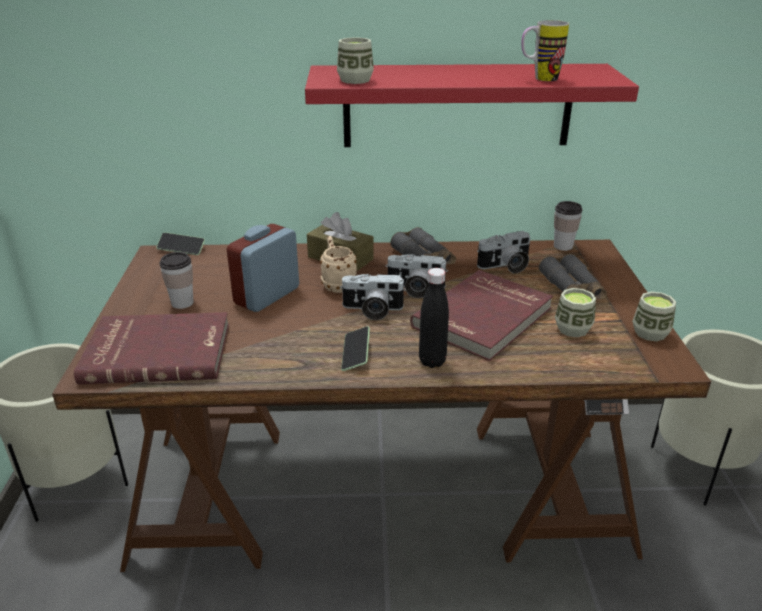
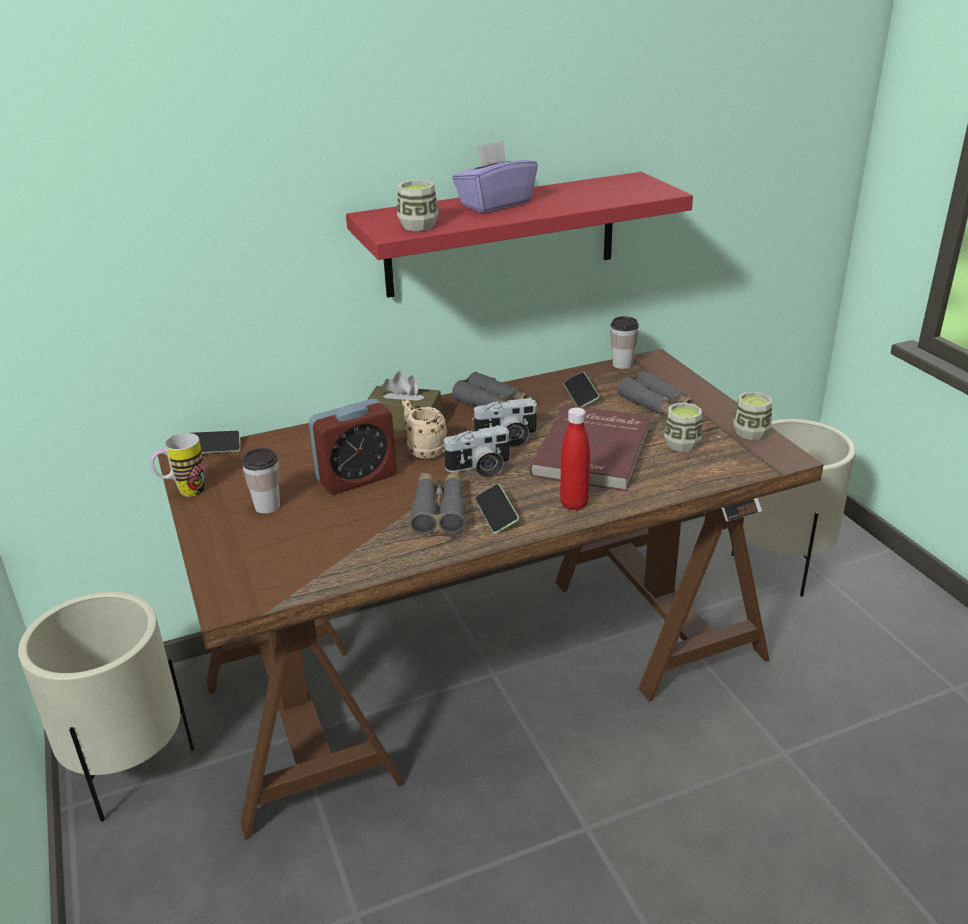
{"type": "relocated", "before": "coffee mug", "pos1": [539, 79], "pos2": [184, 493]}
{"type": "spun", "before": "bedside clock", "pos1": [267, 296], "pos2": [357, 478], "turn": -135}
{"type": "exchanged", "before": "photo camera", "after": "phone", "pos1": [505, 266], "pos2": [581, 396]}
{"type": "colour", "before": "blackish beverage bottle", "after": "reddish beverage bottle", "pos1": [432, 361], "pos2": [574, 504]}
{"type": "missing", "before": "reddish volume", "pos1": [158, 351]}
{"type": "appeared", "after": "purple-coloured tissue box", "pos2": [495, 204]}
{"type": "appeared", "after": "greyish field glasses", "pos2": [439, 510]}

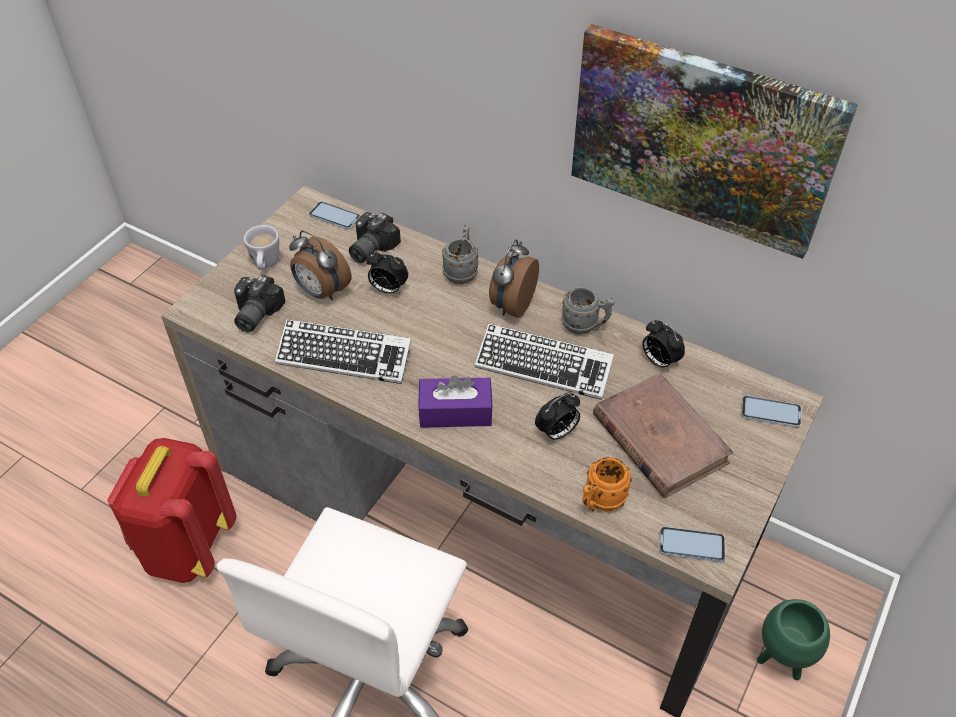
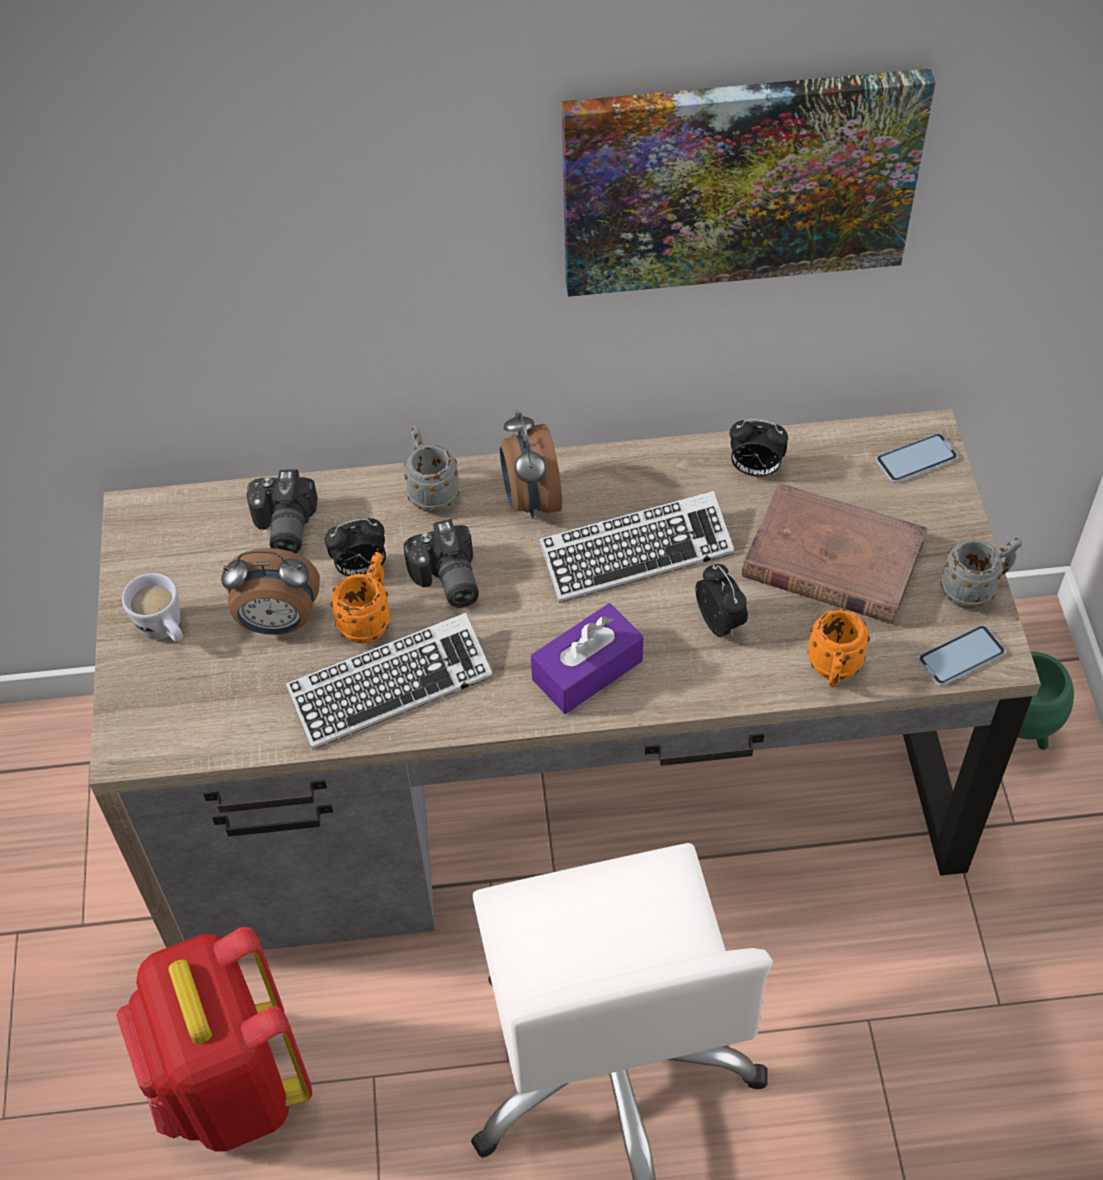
{"type": "missing", "before": "phone", "pos1": [334, 216]}
{"type": "relocated", "before": "photo camera", "pos1": [253, 314], "pos2": [446, 581]}
{"type": "relocated", "before": "greyish coffee mug", "pos1": [585, 326], "pos2": [975, 590]}
{"type": "spun", "before": "bedside clock", "pos1": [556, 433], "pos2": [720, 623], "turn": -45}
{"type": "appeared", "after": "orange coffee mug", "pos2": [369, 619]}

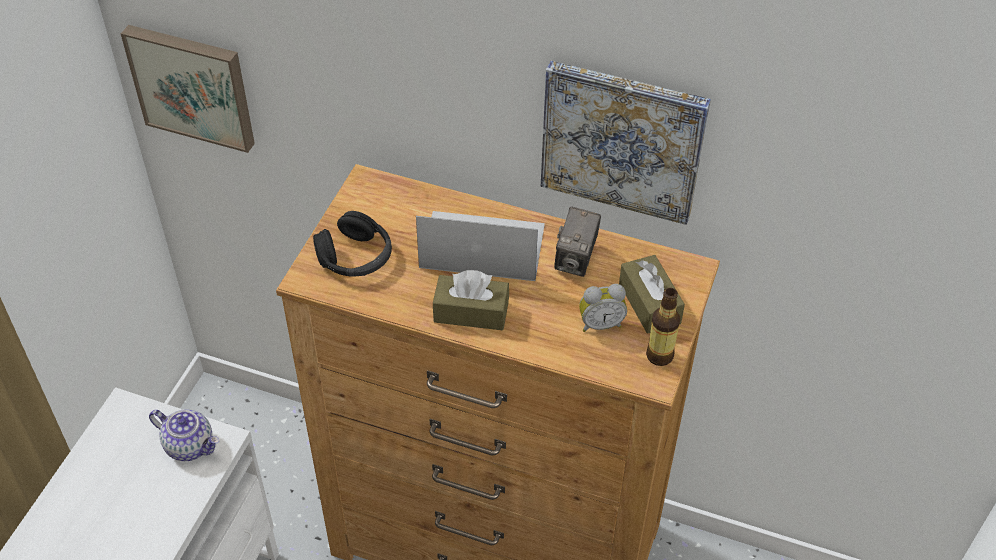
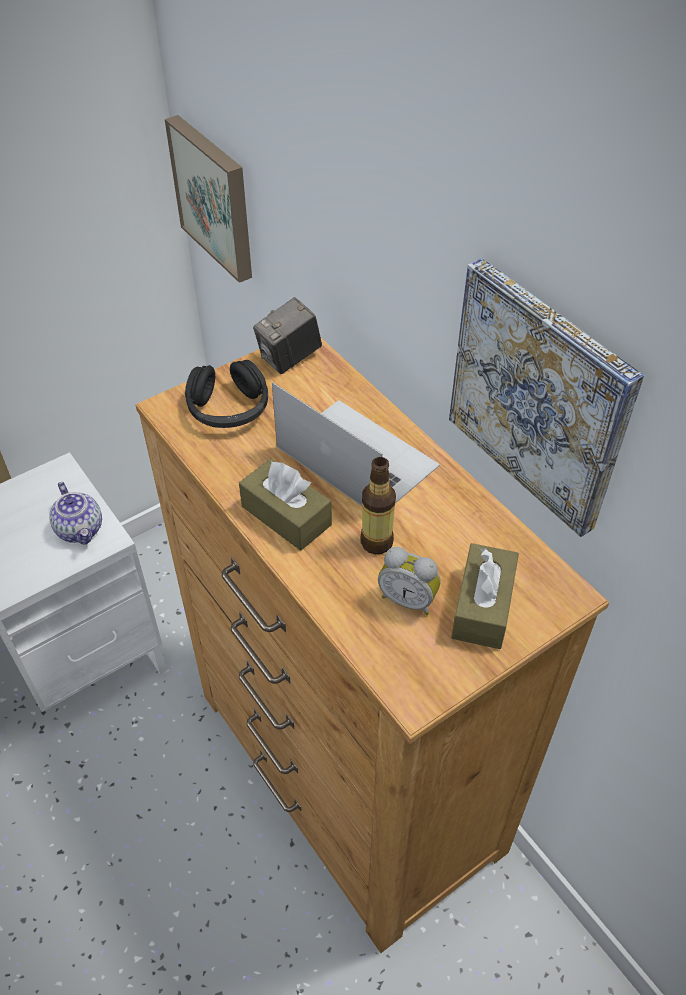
{"type": "relocated", "before": "photo camera", "pos1": [575, 260], "pos2": [289, 358]}
{"type": "relocated", "before": "beverage bottle", "pos1": [659, 355], "pos2": [376, 542]}

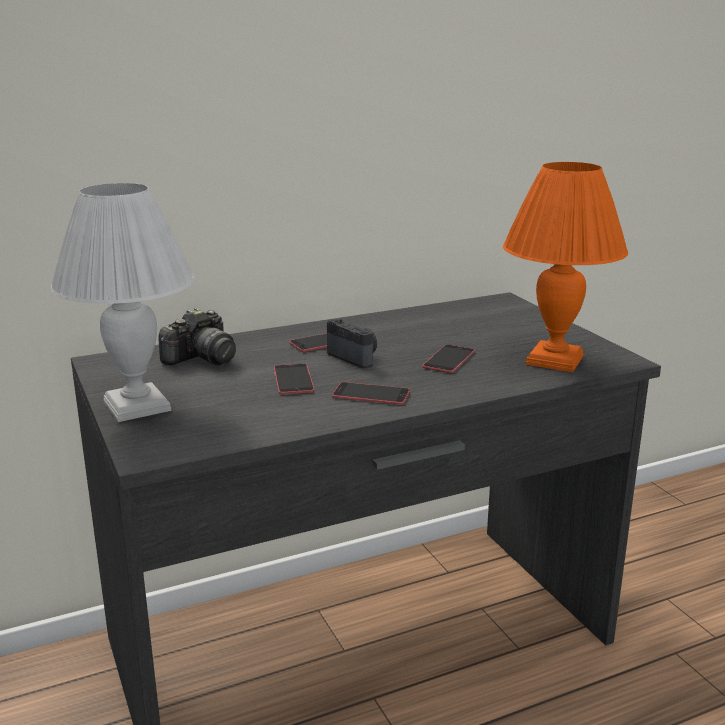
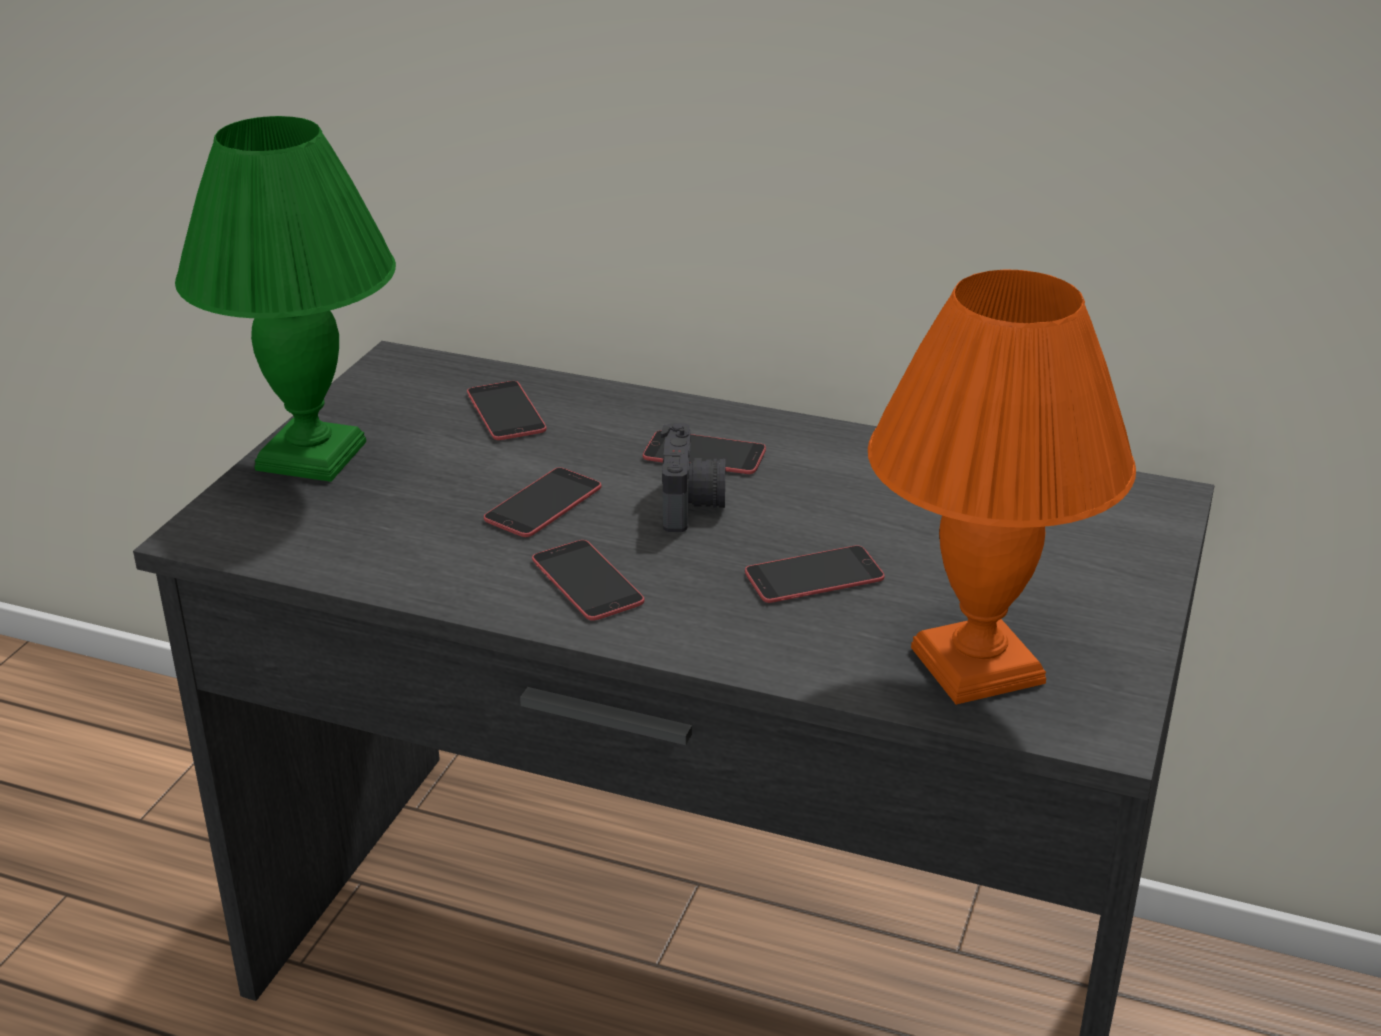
{"type": "colour", "before": "whitish table lamp", "after": "green-coloured table lamp", "pos1": [135, 407], "pos2": [308, 456]}
{"type": "exchanged", "before": "photo camera", "after": "phone", "pos1": [201, 358], "pos2": [506, 411]}

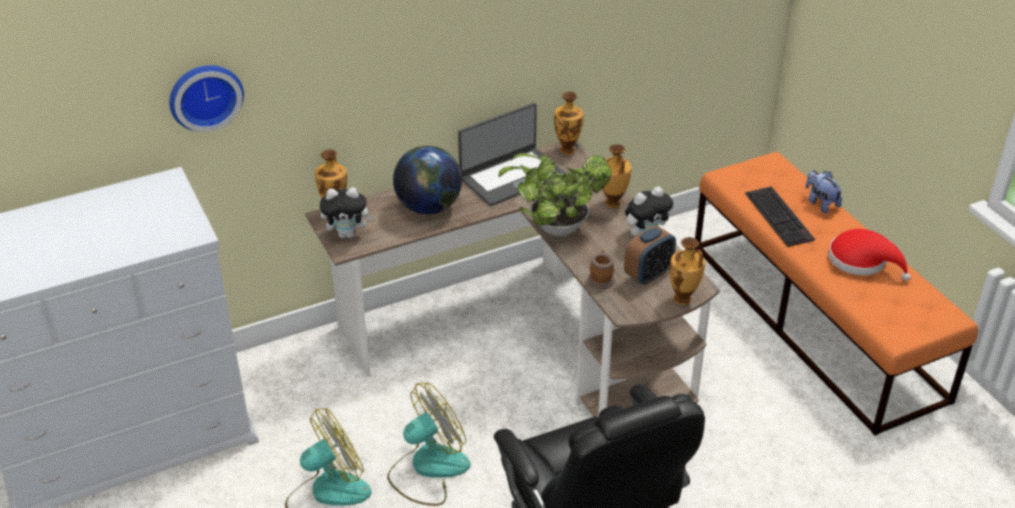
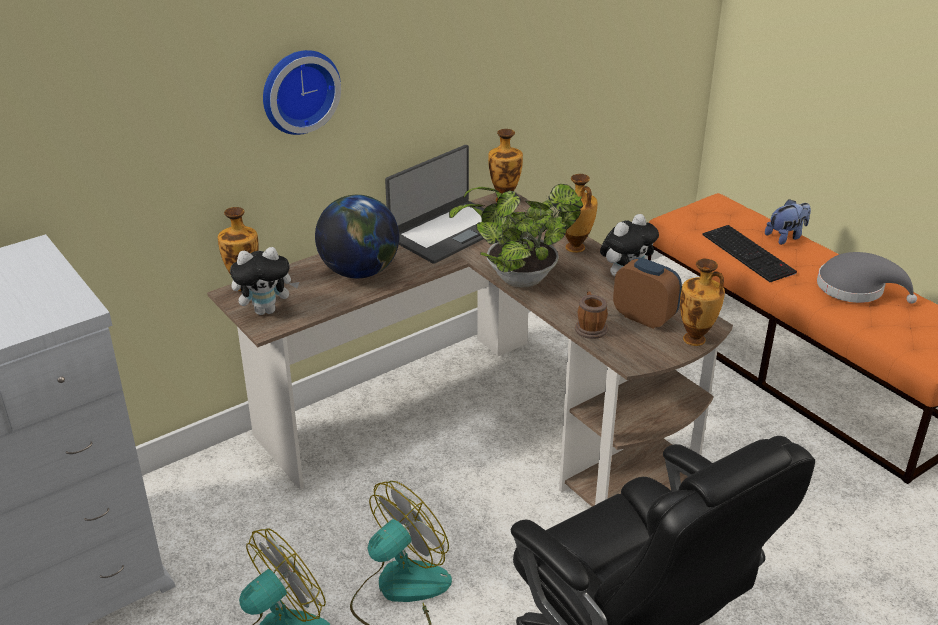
{"type": "relocated", "before": "hanging clock", "pos1": [205, 95], "pos2": [298, 90]}
{"type": "spun", "before": "cuddly toy", "pos1": [820, 203], "pos2": [786, 237], "turn": 105}
{"type": "spun", "before": "bedside clock", "pos1": [648, 275], "pos2": [644, 318], "turn": -90}
{"type": "colour", "before": "reddish hat", "after": "greyish hat", "pos1": [862, 261], "pos2": [856, 289]}

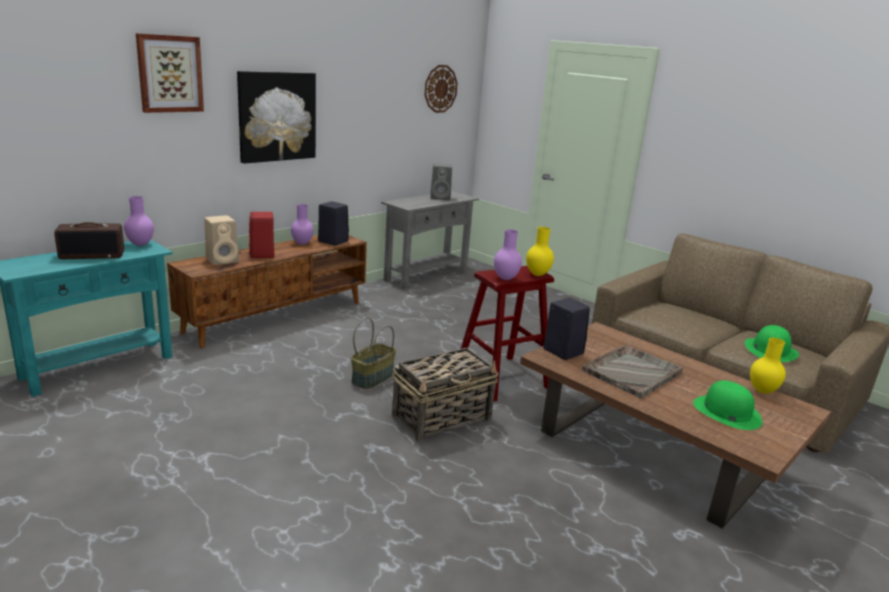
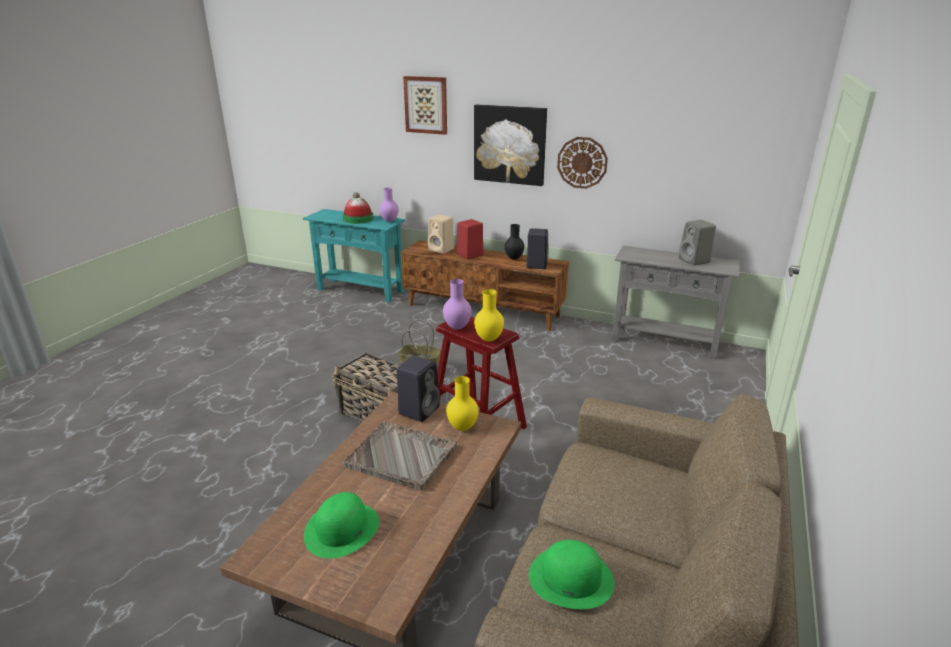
{"type": "relocated", "before": "hanging clock", "pos1": [440, 88], "pos2": [582, 162]}
{"type": "colour", "before": "purple-coloured flower vase", "after": "blackish flower vase", "pos1": [301, 243], "pos2": [514, 258]}
{"type": "exchanged", "before": "radio set", "after": "hat", "pos1": [93, 255], "pos2": [358, 219]}
{"type": "relocated", "before": "yellow flower vase", "pos1": [763, 391], "pos2": [462, 428]}

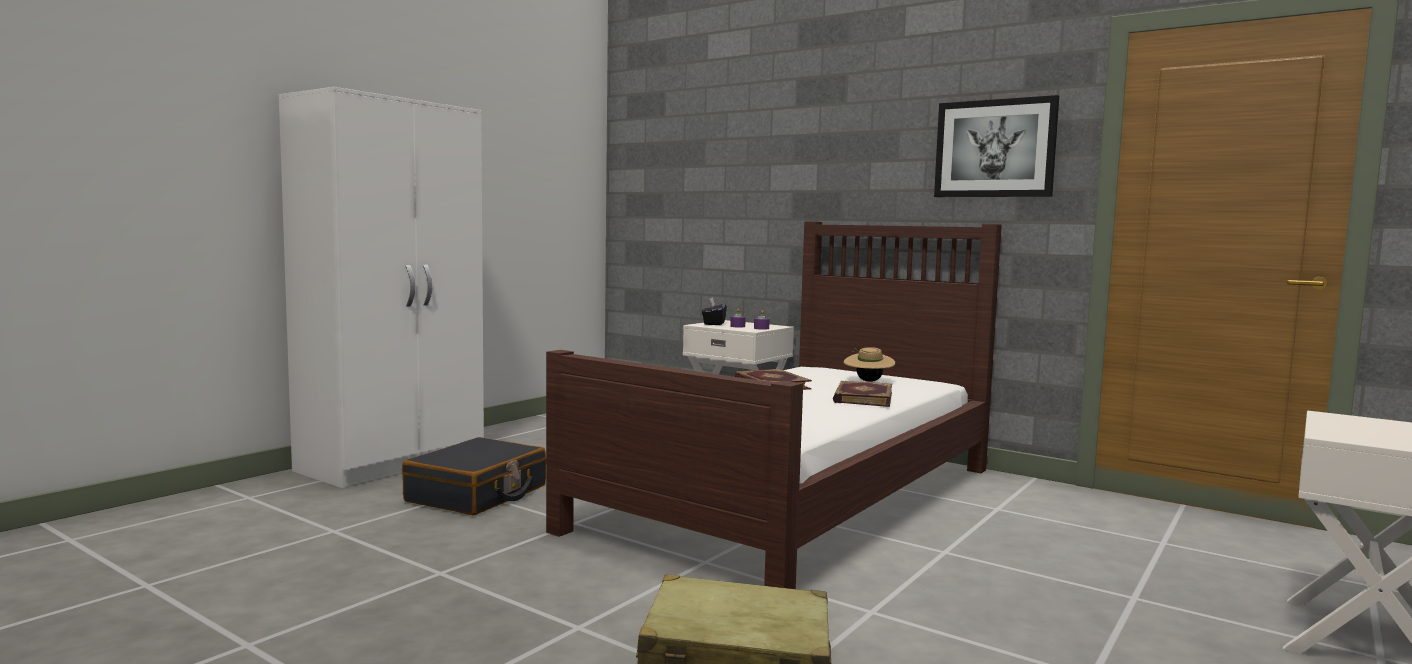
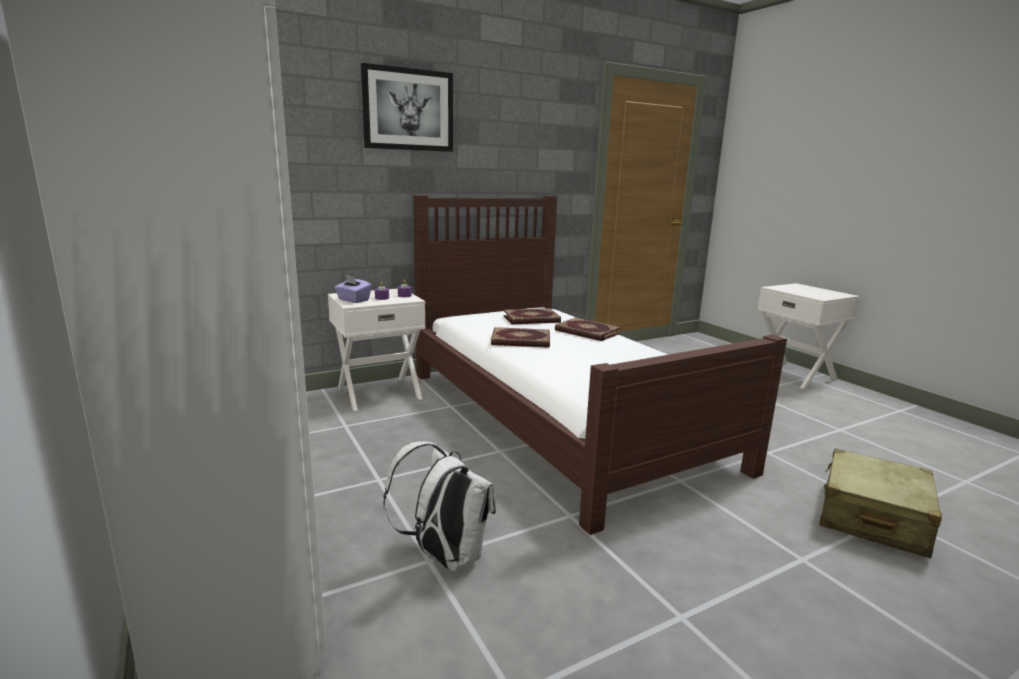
{"type": "relocated", "before": "wall art", "pos1": [995, 148], "pos2": [408, 110]}
{"type": "colour", "before": "blackish tissue box", "after": "purple-coloured tissue box", "pos1": [713, 324], "pos2": [353, 300]}
{"type": "exchanged", "before": "beige-coloured hat", "after": "volume", "pos1": [868, 381], "pos2": [531, 319]}
{"type": "exchanged", "before": "blackish piece of luggage", "after": "whitish rucksack", "pos1": [477, 494], "pos2": [444, 556]}

